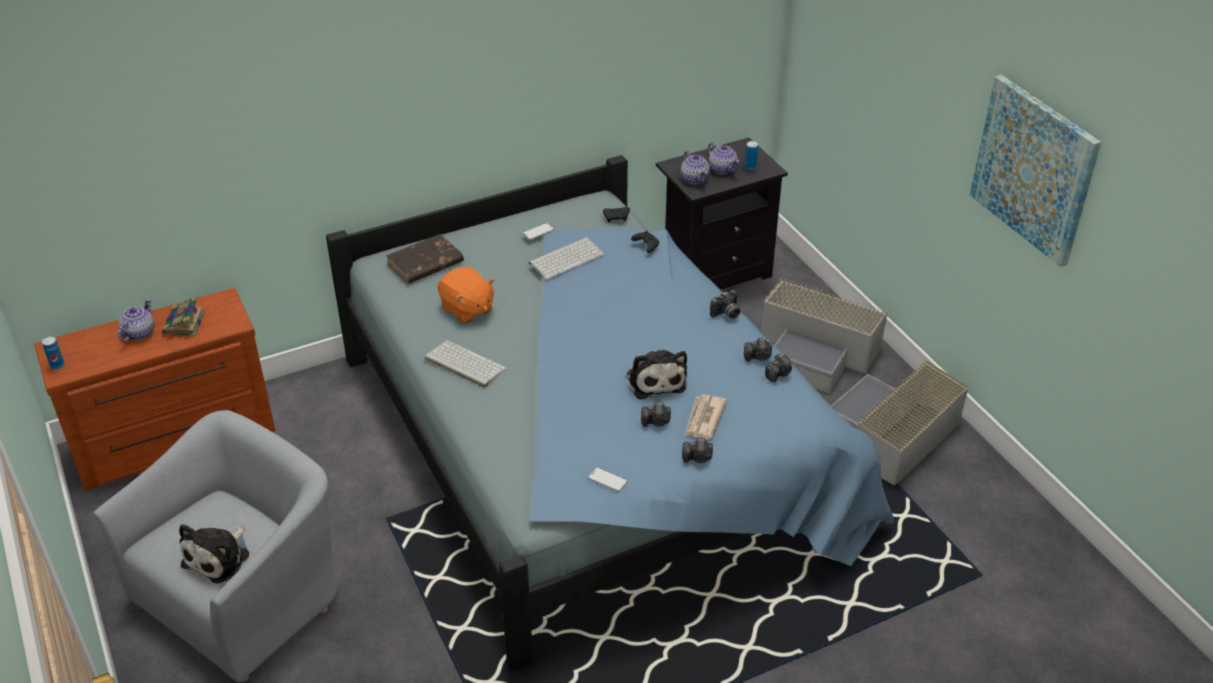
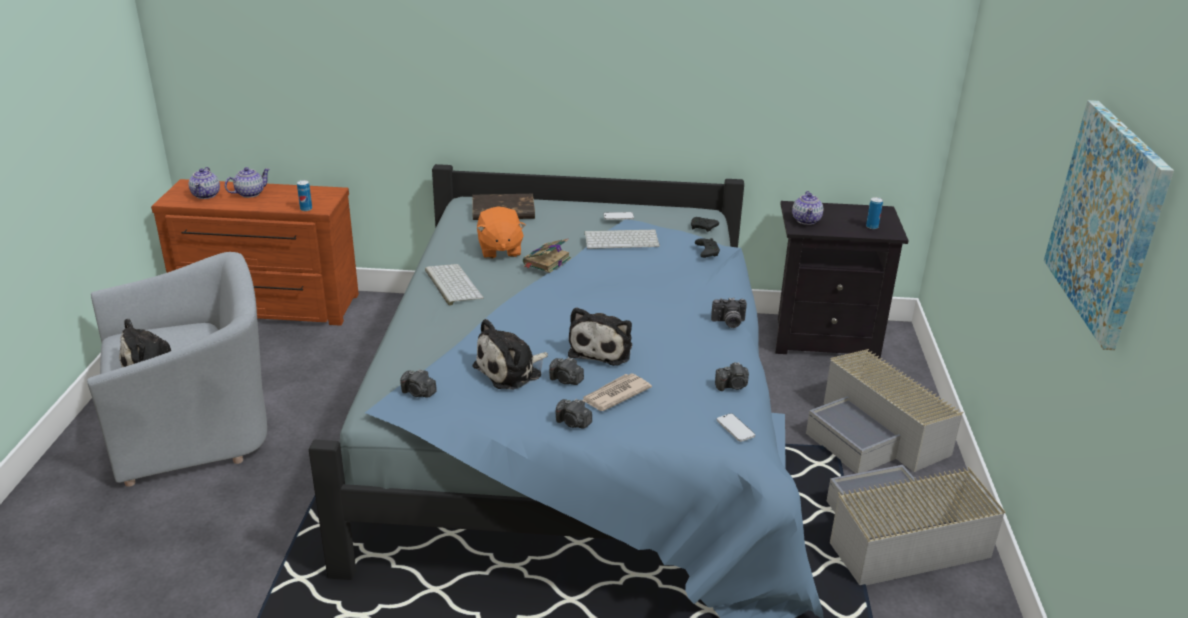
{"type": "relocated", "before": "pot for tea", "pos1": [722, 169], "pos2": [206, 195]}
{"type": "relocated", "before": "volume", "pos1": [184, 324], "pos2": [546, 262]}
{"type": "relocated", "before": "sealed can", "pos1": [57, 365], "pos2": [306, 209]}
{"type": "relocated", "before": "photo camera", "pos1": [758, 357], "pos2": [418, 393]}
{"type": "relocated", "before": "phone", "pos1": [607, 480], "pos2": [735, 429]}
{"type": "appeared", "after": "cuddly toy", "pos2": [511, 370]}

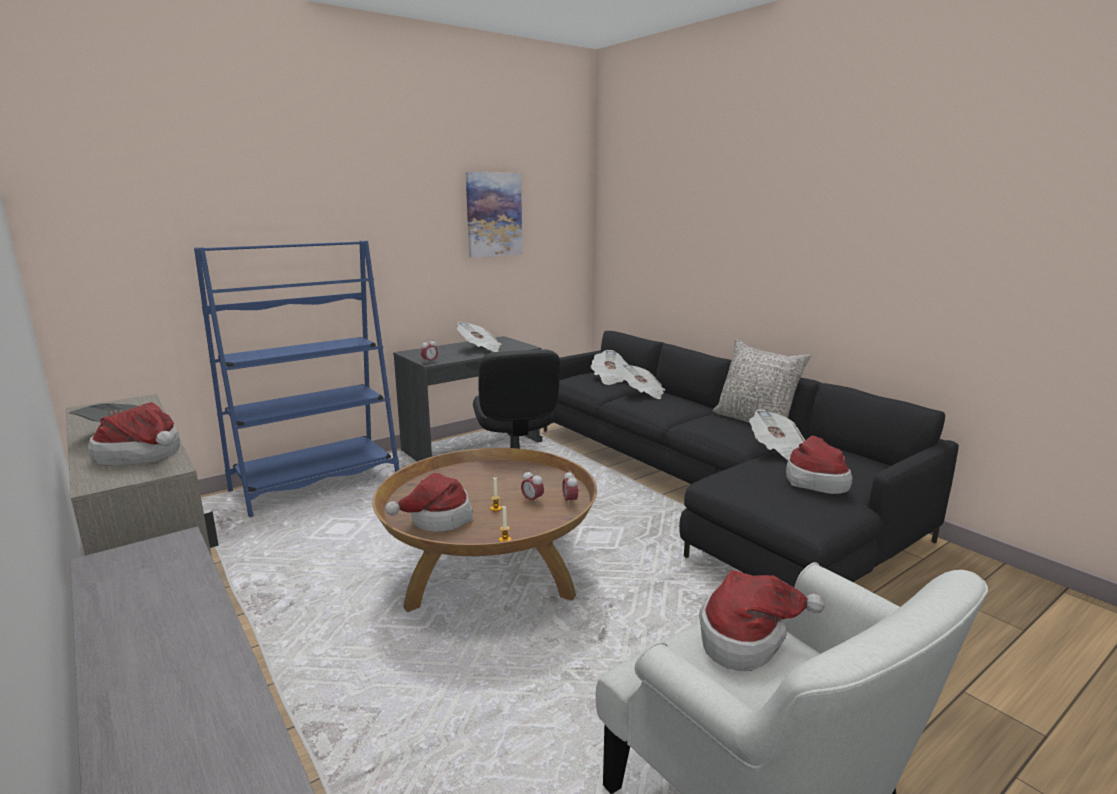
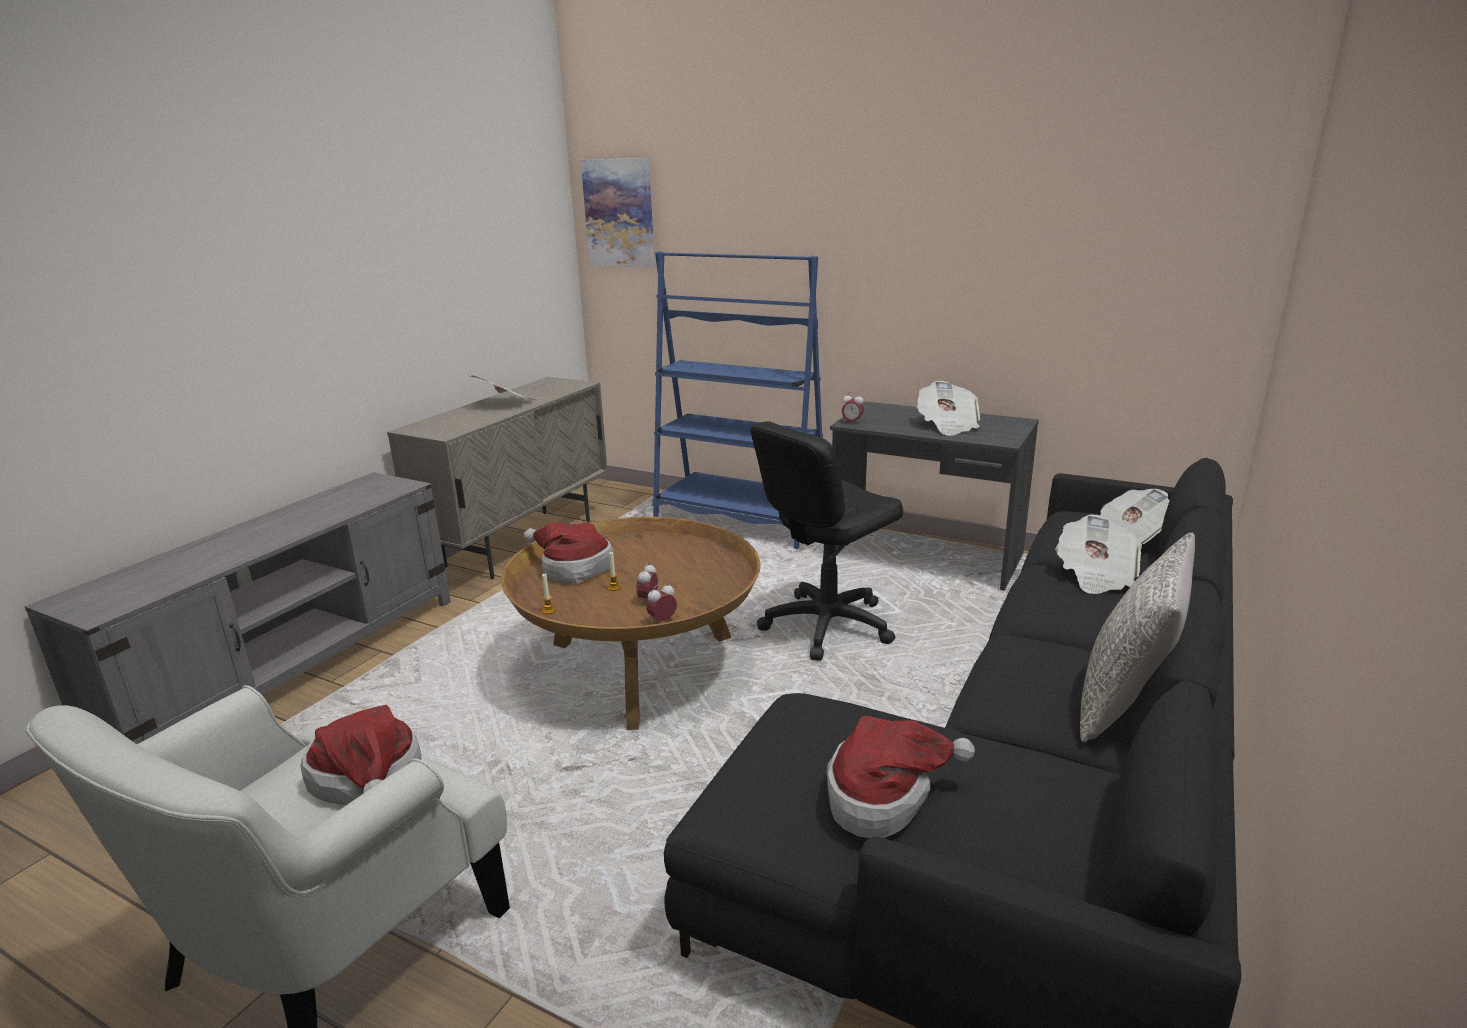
{"type": "relocated", "before": "wall art", "pos1": [493, 214], "pos2": [619, 213]}
{"type": "missing", "before": "hat", "pos1": [142, 456]}
{"type": "missing", "before": "daily paper", "pos1": [777, 450]}

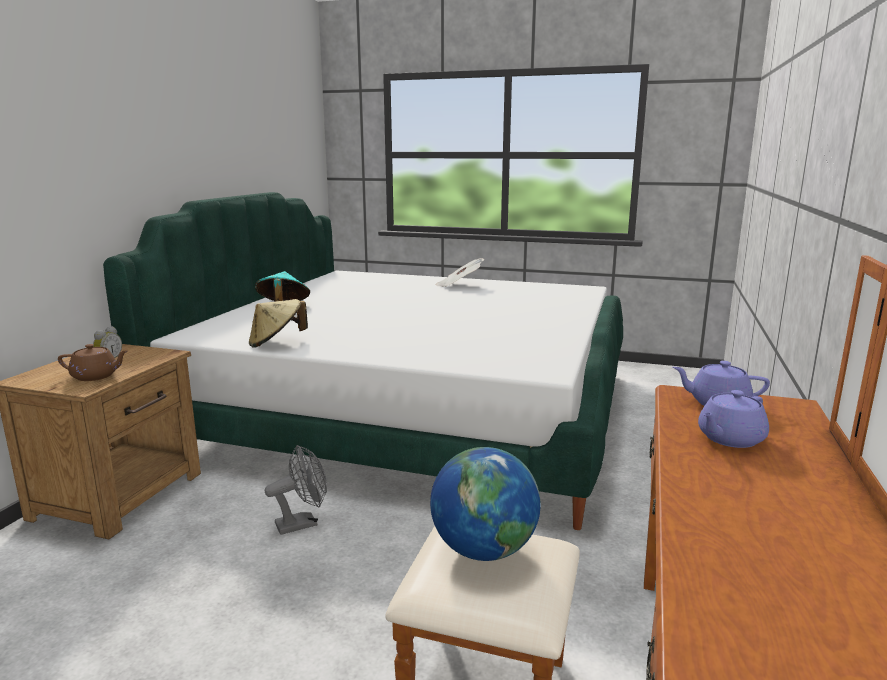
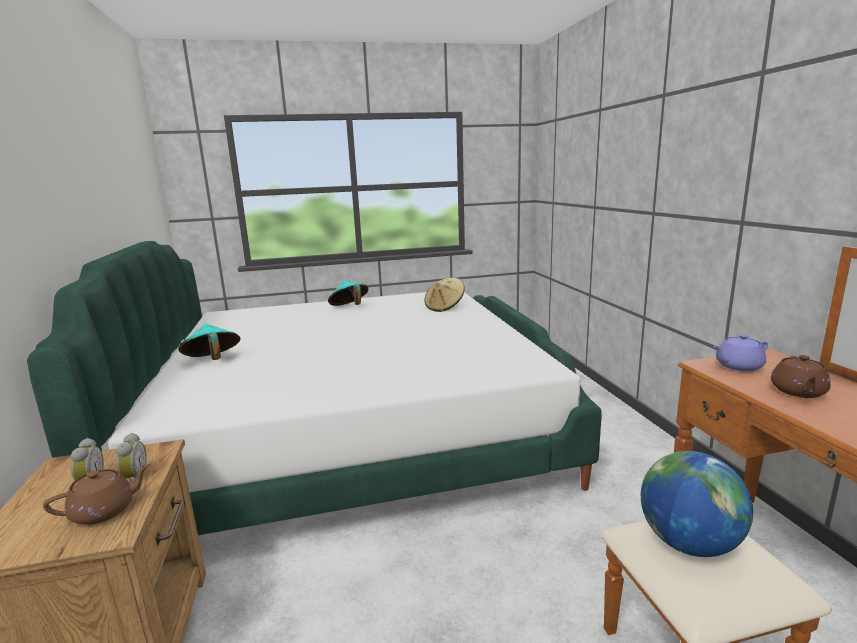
{"type": "exchanged", "before": "daily paper", "after": "turquoise hat", "pos1": [459, 286], "pos2": [349, 307]}
{"type": "relocated", "before": "beige-coloured hat", "pos1": [276, 342], "pos2": [445, 307]}
{"type": "colour", "before": "purple-coloured pot for tea", "after": "brown-coloured pot for tea", "pos1": [729, 439], "pos2": [798, 392]}
{"type": "missing", "before": "greyish cooling fan", "pos1": [303, 523]}
{"type": "appeared", "after": "bedside clock", "pos2": [133, 478]}

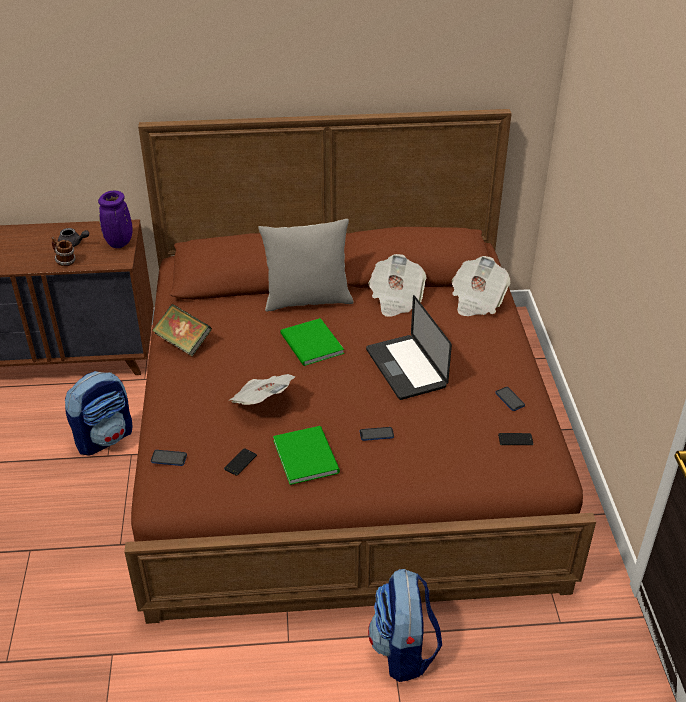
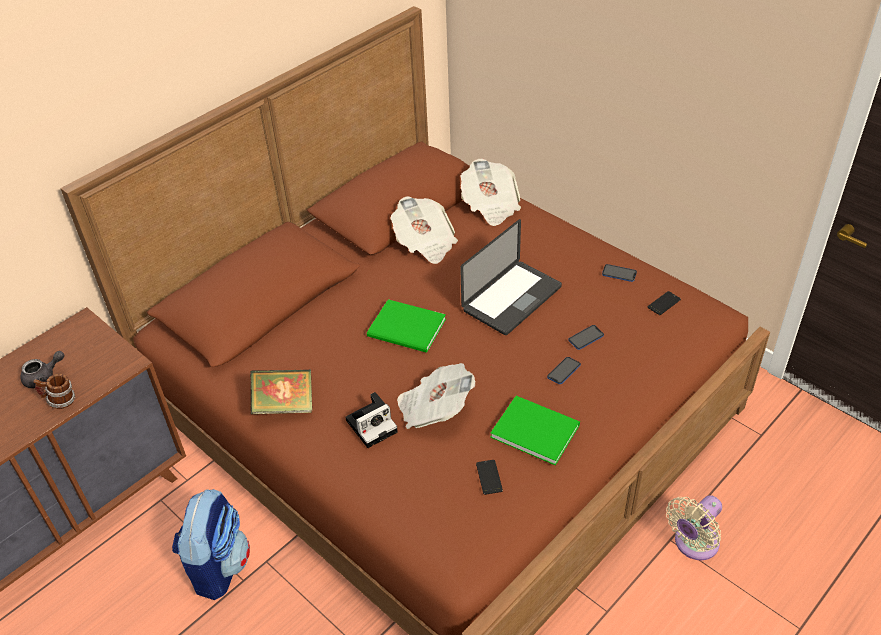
{"type": "missing", "before": "purple-coloured flower vase", "pos1": [119, 244]}
{"type": "missing", "before": "greyish throw pillow", "pos1": [307, 300]}
{"type": "spun", "before": "notebook computer", "pos1": [406, 368], "pos2": [512, 299], "turn": -75}
{"type": "relocated", "before": "phone", "pos1": [169, 458], "pos2": [586, 338]}
{"type": "exchanged", "before": "rucksack", "after": "beige-coloured cooling fan", "pos1": [403, 650], "pos2": [693, 544]}
{"type": "appeared", "after": "photo camera", "pos2": [373, 424]}

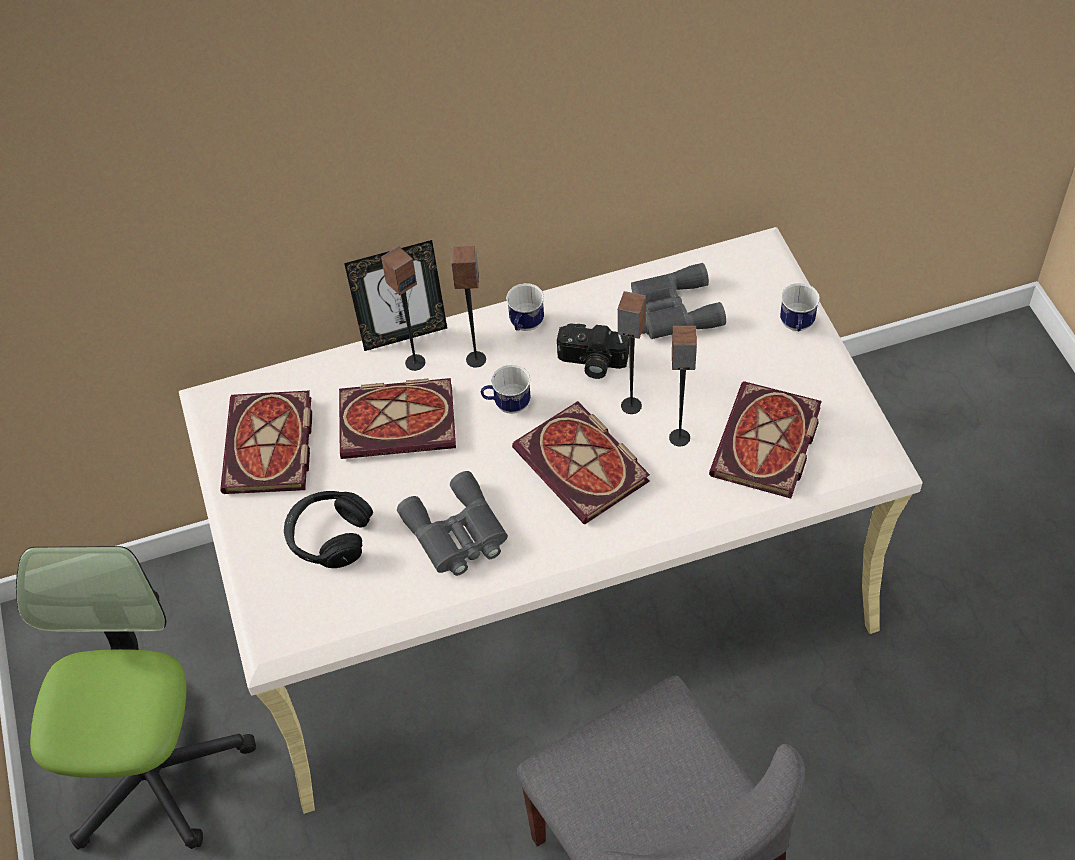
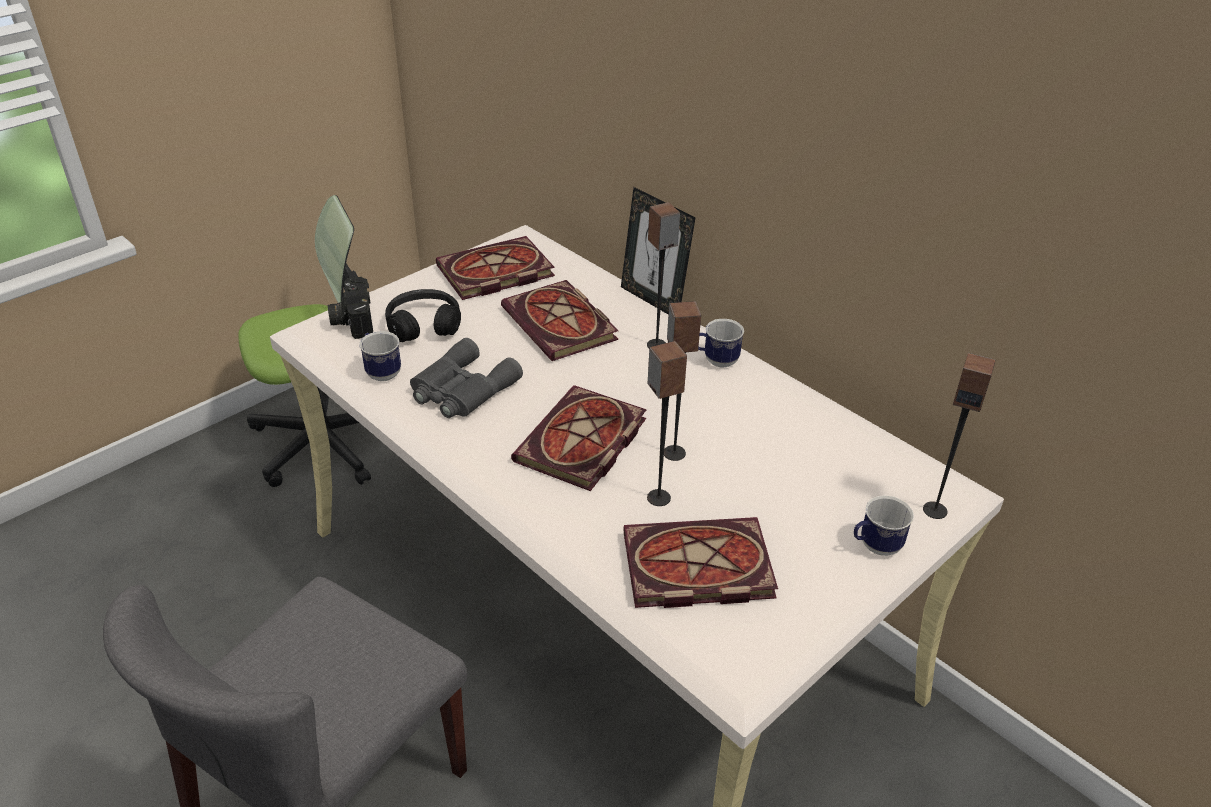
{"type": "relocated", "before": "speaker", "pos1": [415, 362], "pos2": [935, 510]}
{"type": "missing", "before": "greyish field glasses", "pos1": [670, 310]}
{"type": "relocated", "before": "photo camera", "pos1": [591, 363], "pos2": [352, 320]}
{"type": "relocated", "before": "coffee mug", "pos1": [507, 405], "pos2": [381, 371]}

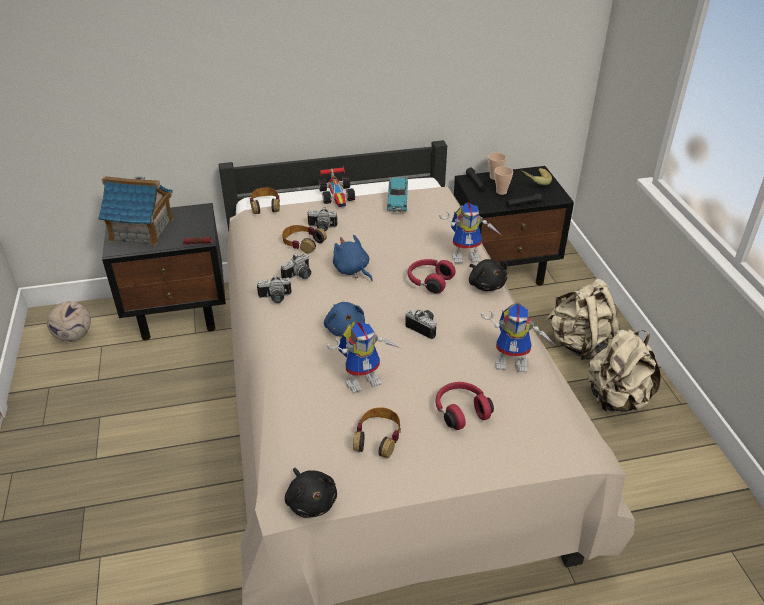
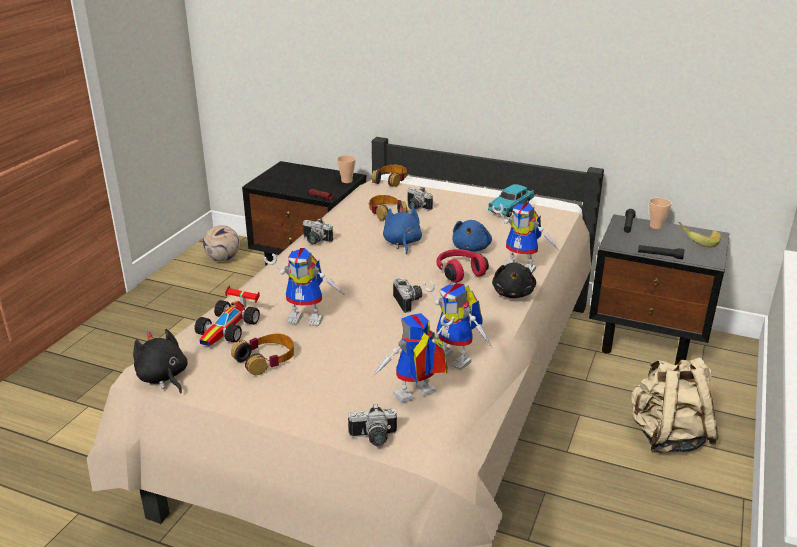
{"type": "relocated", "before": "model car", "pos1": [337, 195], "pos2": [229, 328]}
{"type": "relocated", "before": "small cup", "pos1": [501, 192], "pos2": [347, 181]}
{"type": "missing", "before": "toy house", "pos1": [142, 230]}
{"type": "relocated", "before": "photo camera", "pos1": [299, 276], "pos2": [373, 438]}
{"type": "relocated", "before": "blue-coloured cuddly toy", "pos1": [344, 328], "pos2": [471, 248]}
{"type": "missing", "before": "beige-coloured rucksack", "pos1": [616, 399]}
{"type": "missing", "before": "reddish headset", "pos1": [460, 411]}
{"type": "spun", "before": "blackish cuddly toy", "pos1": [311, 501], "pos2": [163, 377], "turn": 135}
{"type": "appeared", "after": "robot figure", "pos2": [414, 398]}

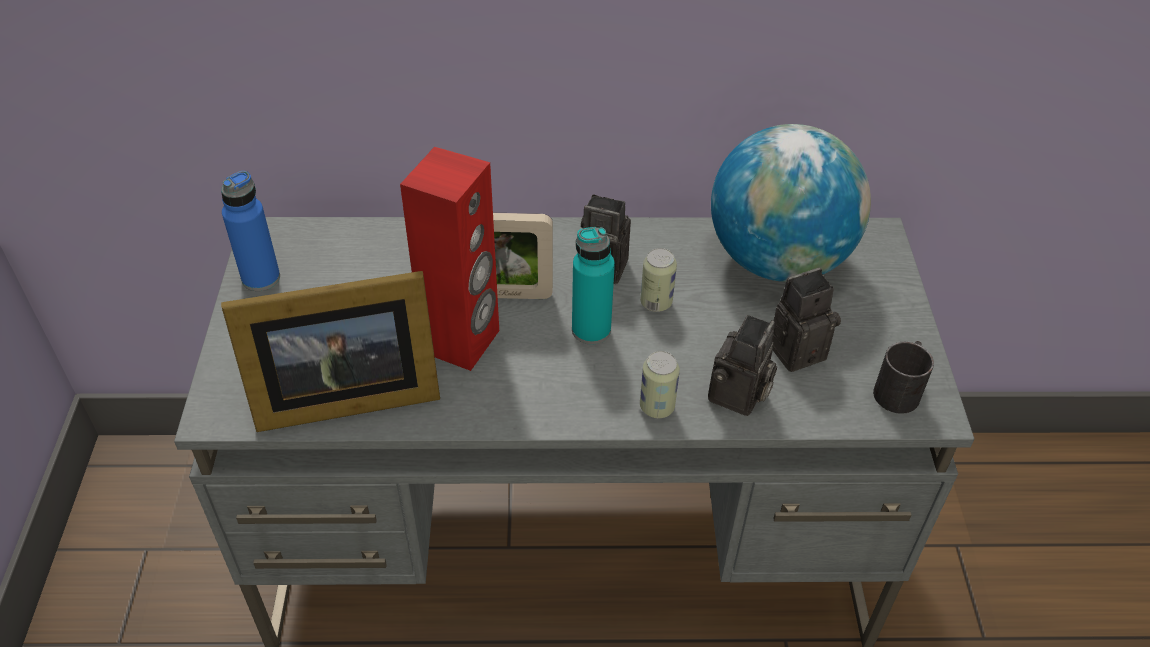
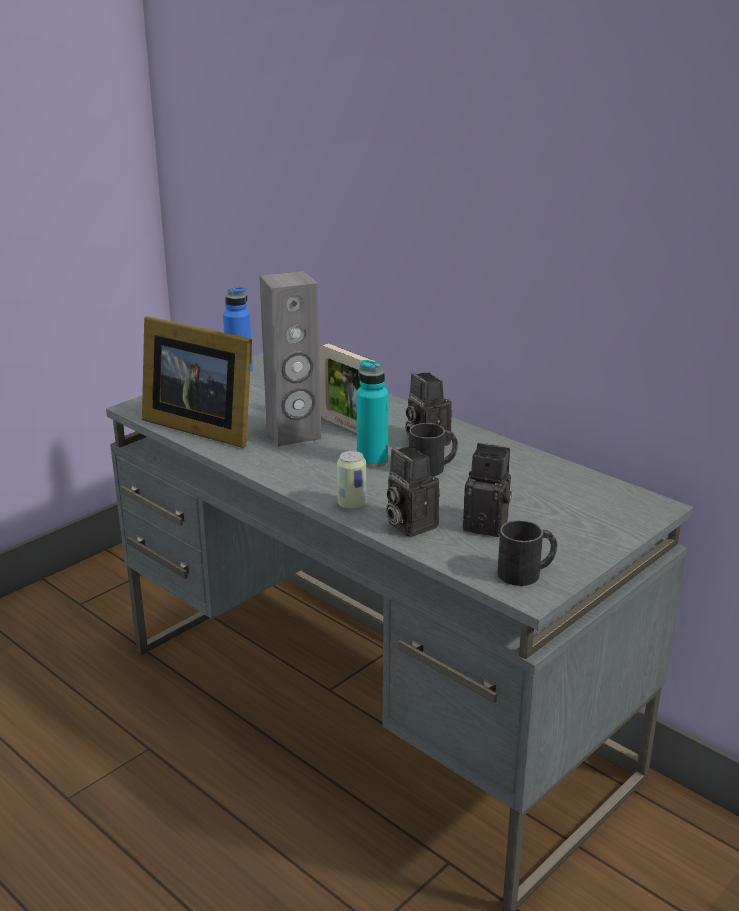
{"type": "missing", "before": "globe", "pos1": [778, 260]}
{"type": "colour", "before": "reddish speaker", "after": "greyish speaker", "pos1": [462, 342], "pos2": [293, 434]}
{"type": "exchanged", "before": "sealed can", "after": "blackish coffee mug", "pos1": [656, 302], "pos2": [433, 467]}
{"type": "spun", "before": "photo camera", "pos1": [738, 397], "pos2": [408, 524], "turn": 75}

